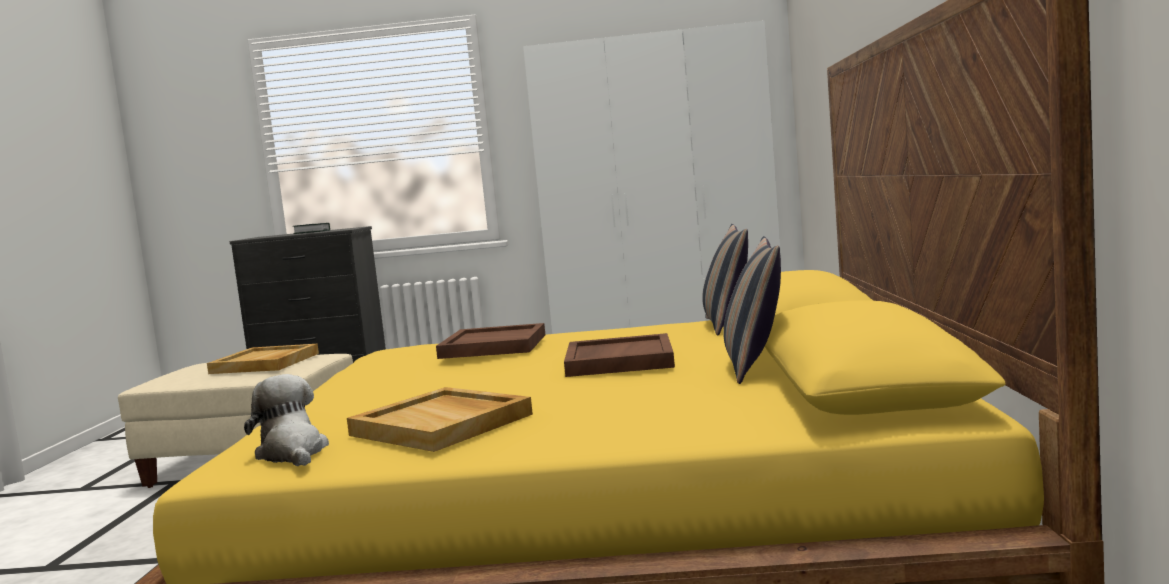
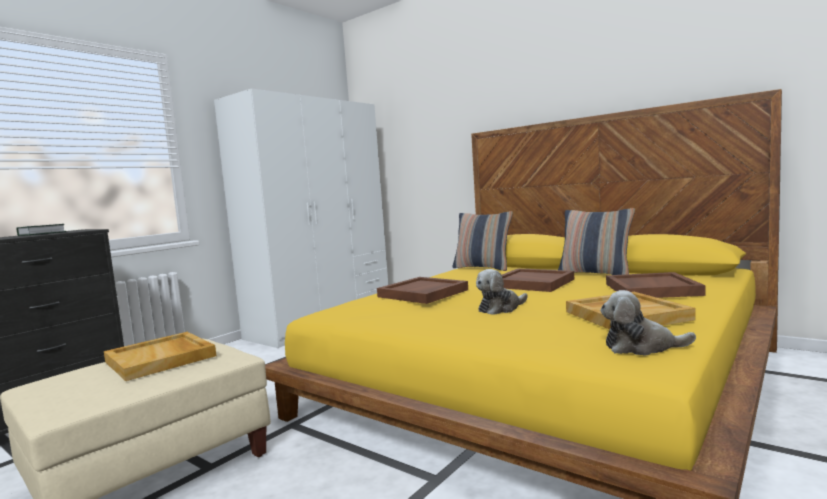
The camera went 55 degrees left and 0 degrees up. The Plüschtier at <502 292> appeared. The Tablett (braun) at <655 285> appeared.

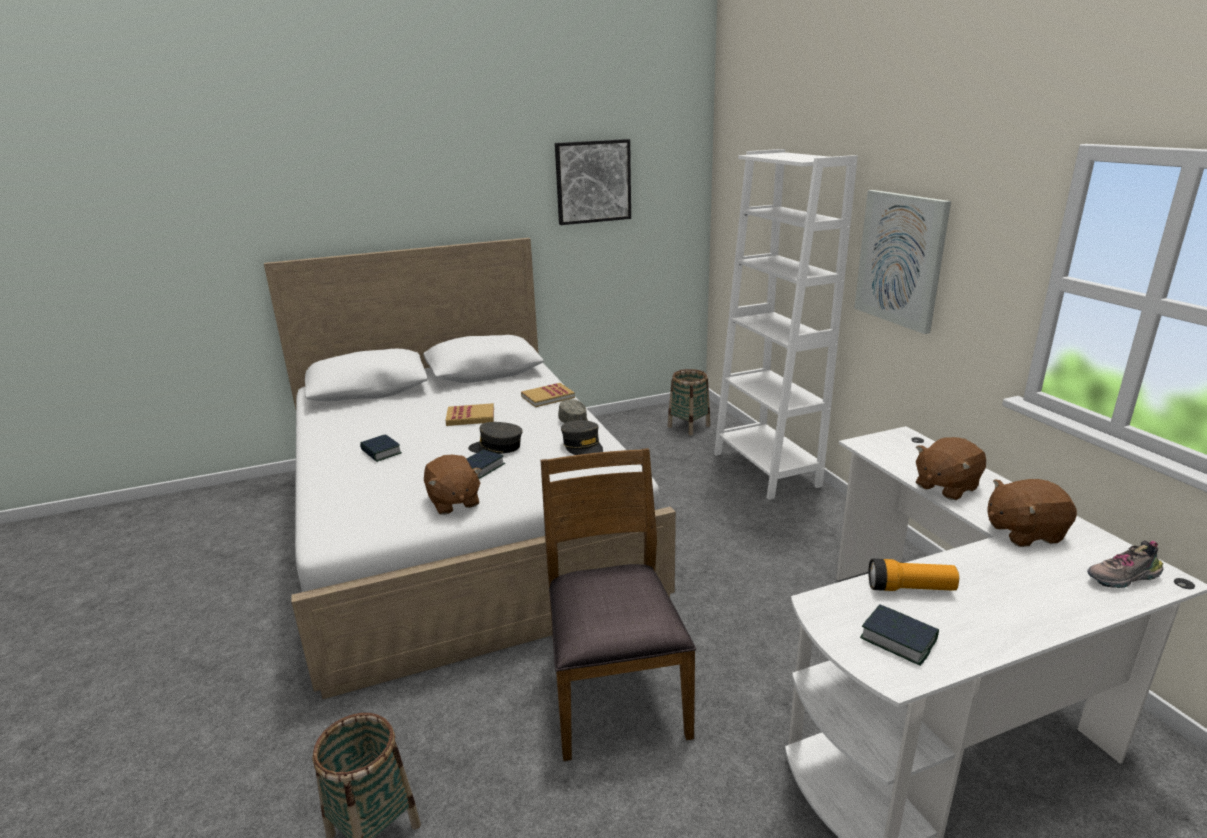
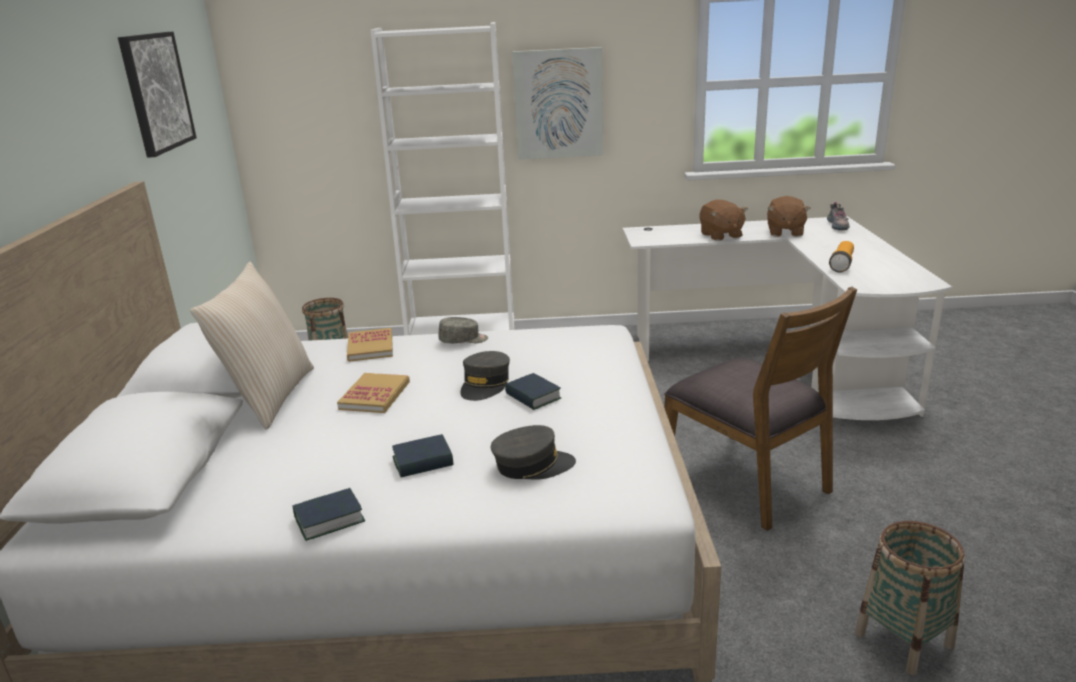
The camera went 70 degrees left and 0 degrees up. The Kappe (grau) moved from <582 437> to <533 452>. The Stuhl (braun) at <618 604> turned 135 degrees counterclockwise. The Plüschtier (braun) at <452 485> disappeared. The Buch moved from <899 635> to <328 514>. The Kissen (beige) at <252 346> appeared.

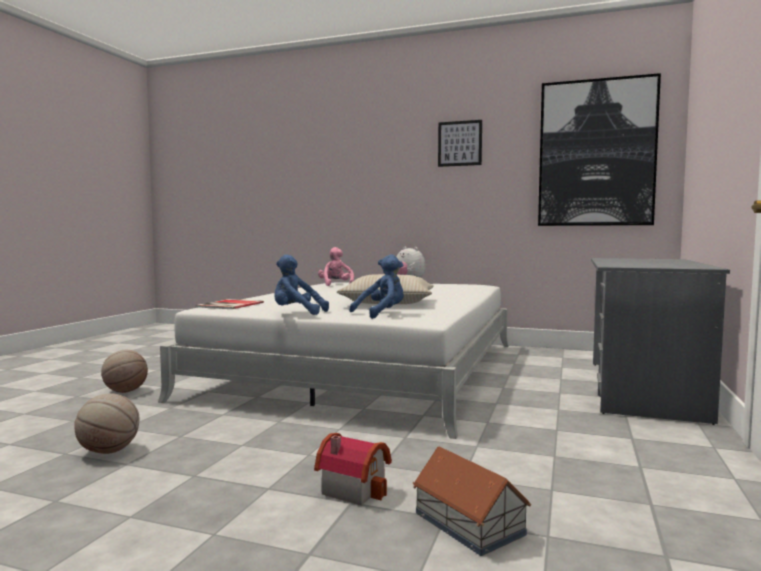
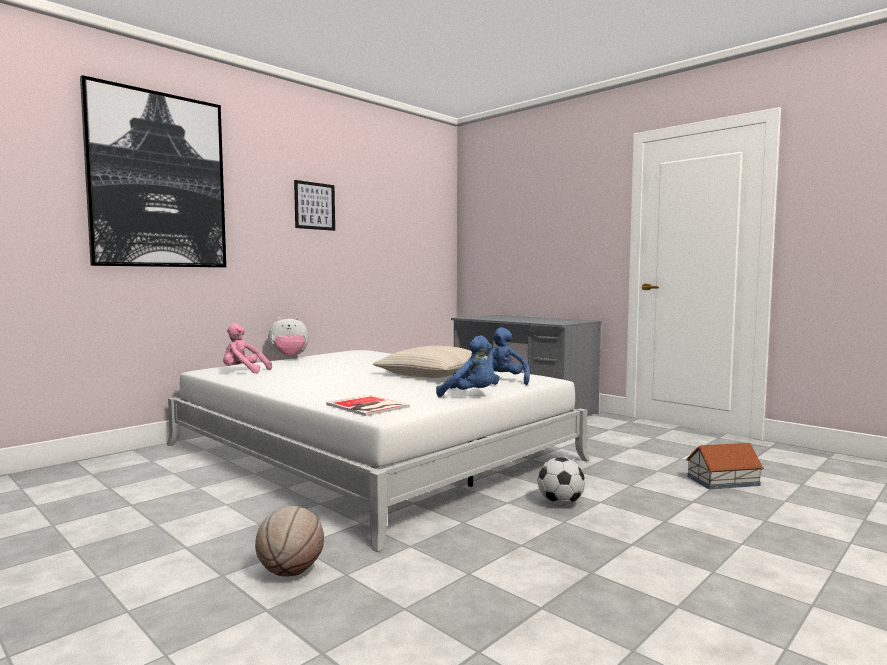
The camera went 65 degrees left and 0 degrees up. The Bild moved from <599 149> to <153 171>. The Plüschtier (blau) at <301 285> turned 105 degrees counterclockwise. The Basketball at <107 423> disappeared. The Spielzeughaus at <353 469> disappeared. The Fußball at <561 481> appeared.

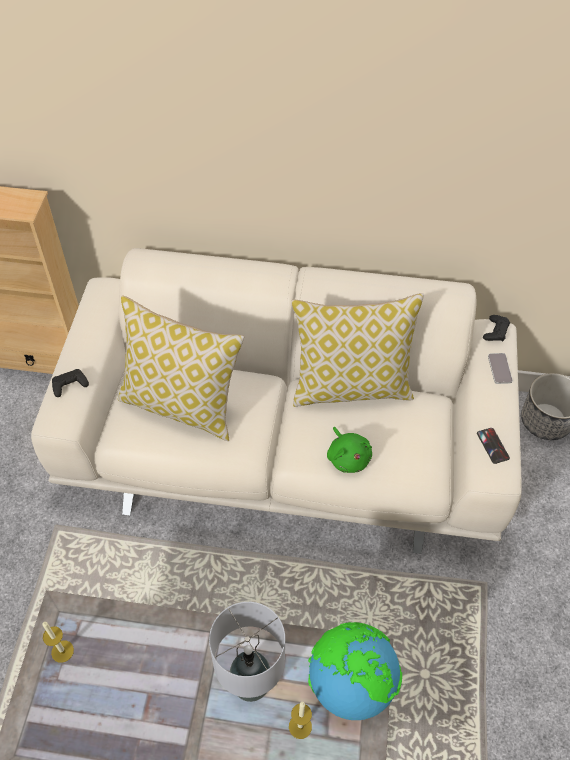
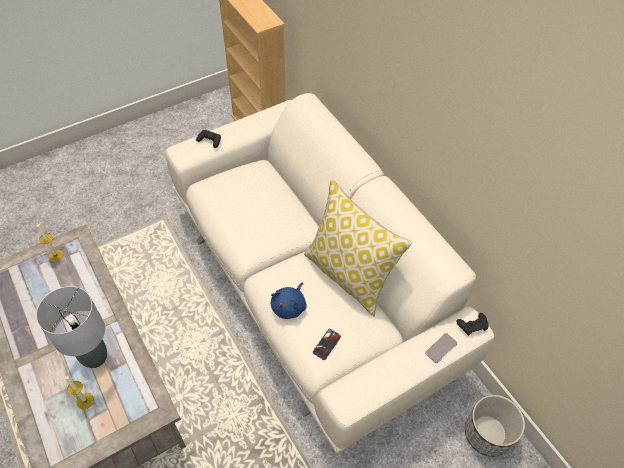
The camera went 50 degrees right and 0 degrees up. The Kissen at <181 368> disappeared. The Plüschtier (grün) at <349 450> became the Plüschtier (blau) at <288 301>. The Handy moved from <493 446> to <327 344>. The Globus at <355 671> disappeared.

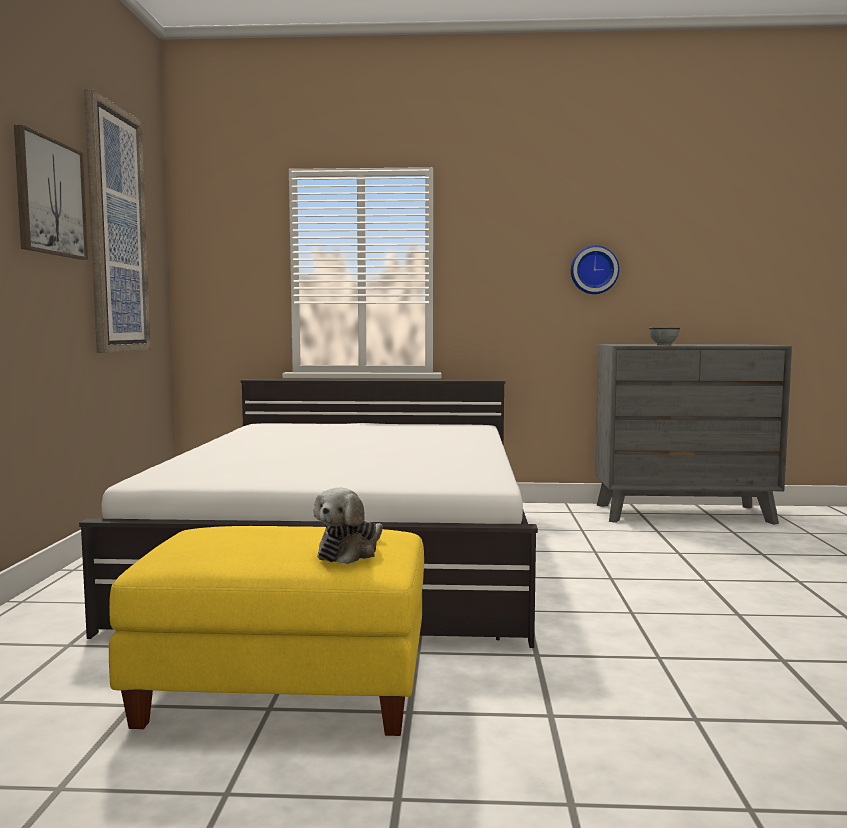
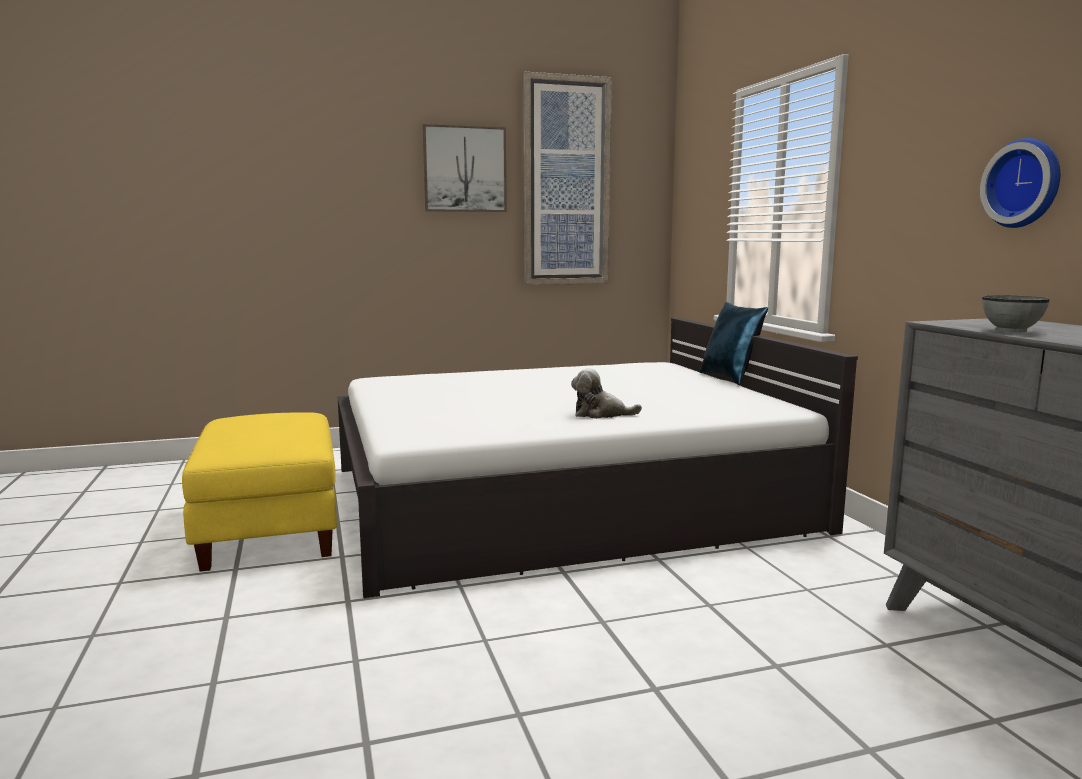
The camera went 70 degrees right and 5 degrees up. The Plüschtier moved from <348 525> to <606 393>. The Kissen (blau) at <733 343> appeared.

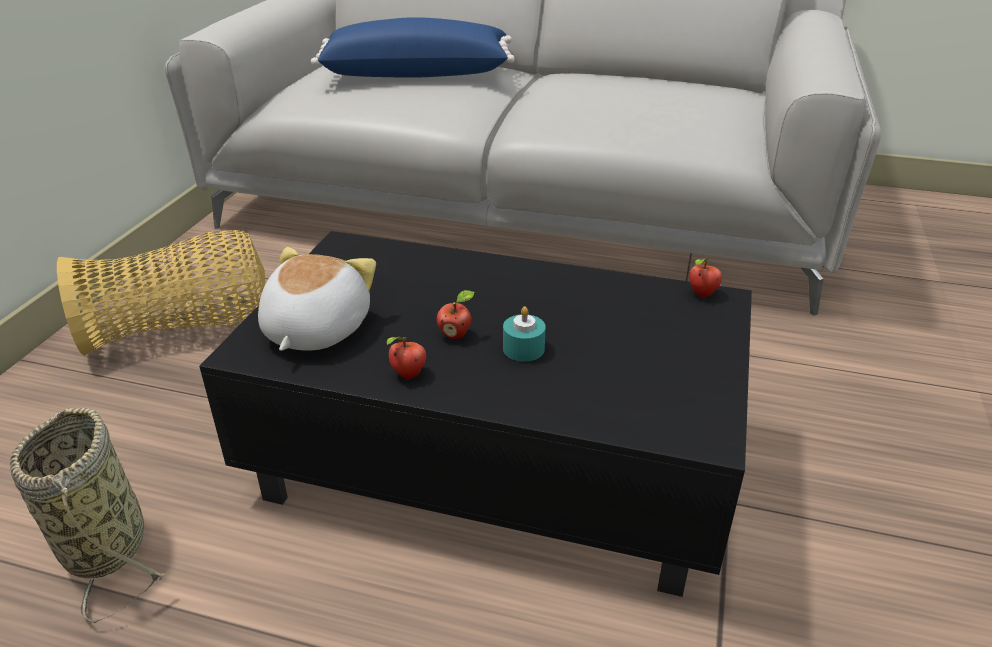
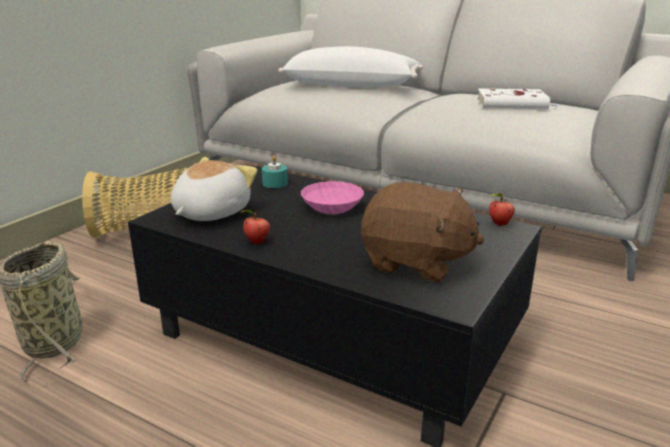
The camera went 15 degrees right and 10 degrees down. The Kissen (blau) at <413 47> became the Kissen (weiß) at <350 66>. The Apfel at <455 314> disappeared. The Kerze (türkis) moved from <524 334> to <275 171>. The Buch (weiß) at <517 98> appeared. The Schüssel (rosa) at <332 197> appeared. The Plüschtier (braun) at <423 232> appeared.

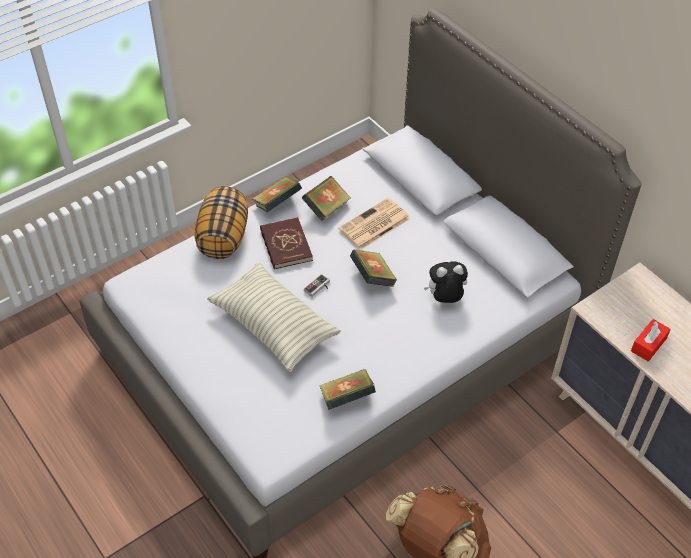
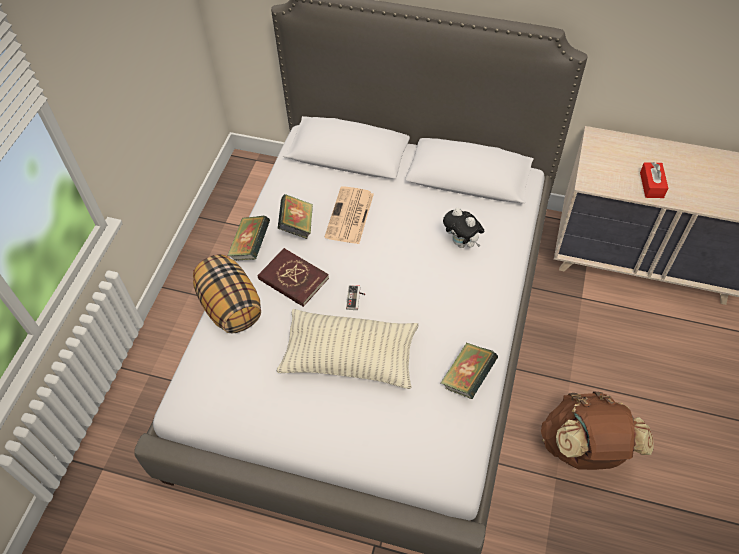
The camera went 35 degrees left and 5 degrees up. The Buch at <373 268> disappeared. The Plüschtier at <446 282> turned 90 degrees counterclockwise.

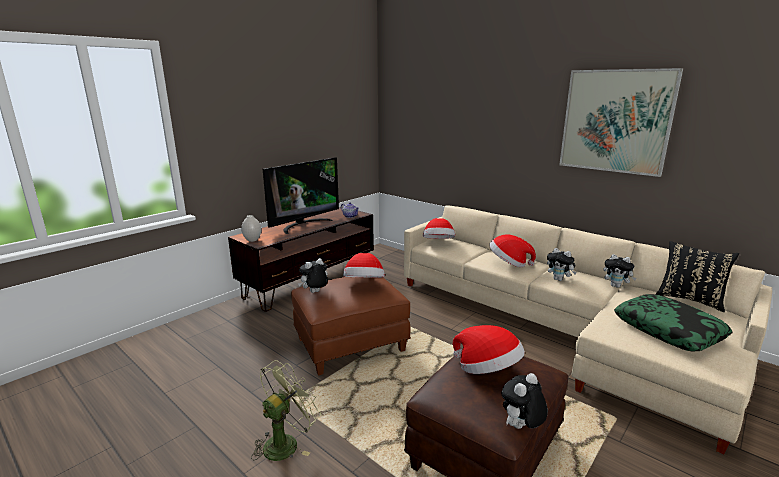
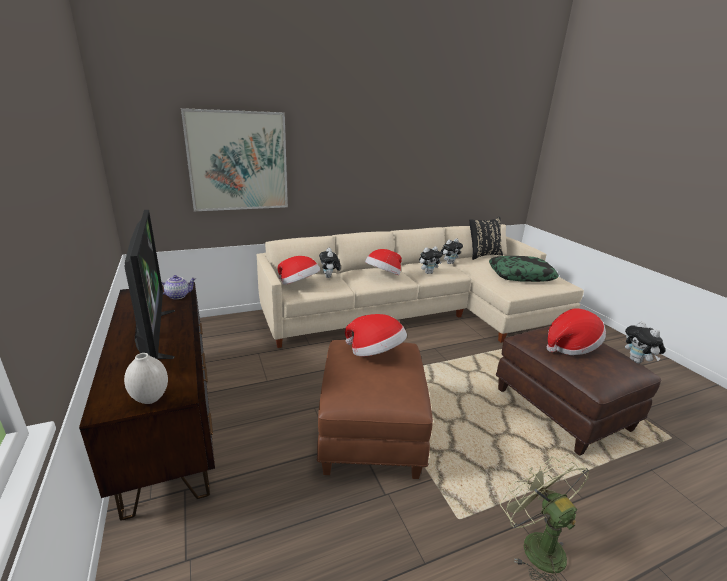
The camera went 65 degrees left and 5 degrees up. The Bild moved from <621 122> to <234 159>. The Plüschtier moved from <313 275> to <330 263>.

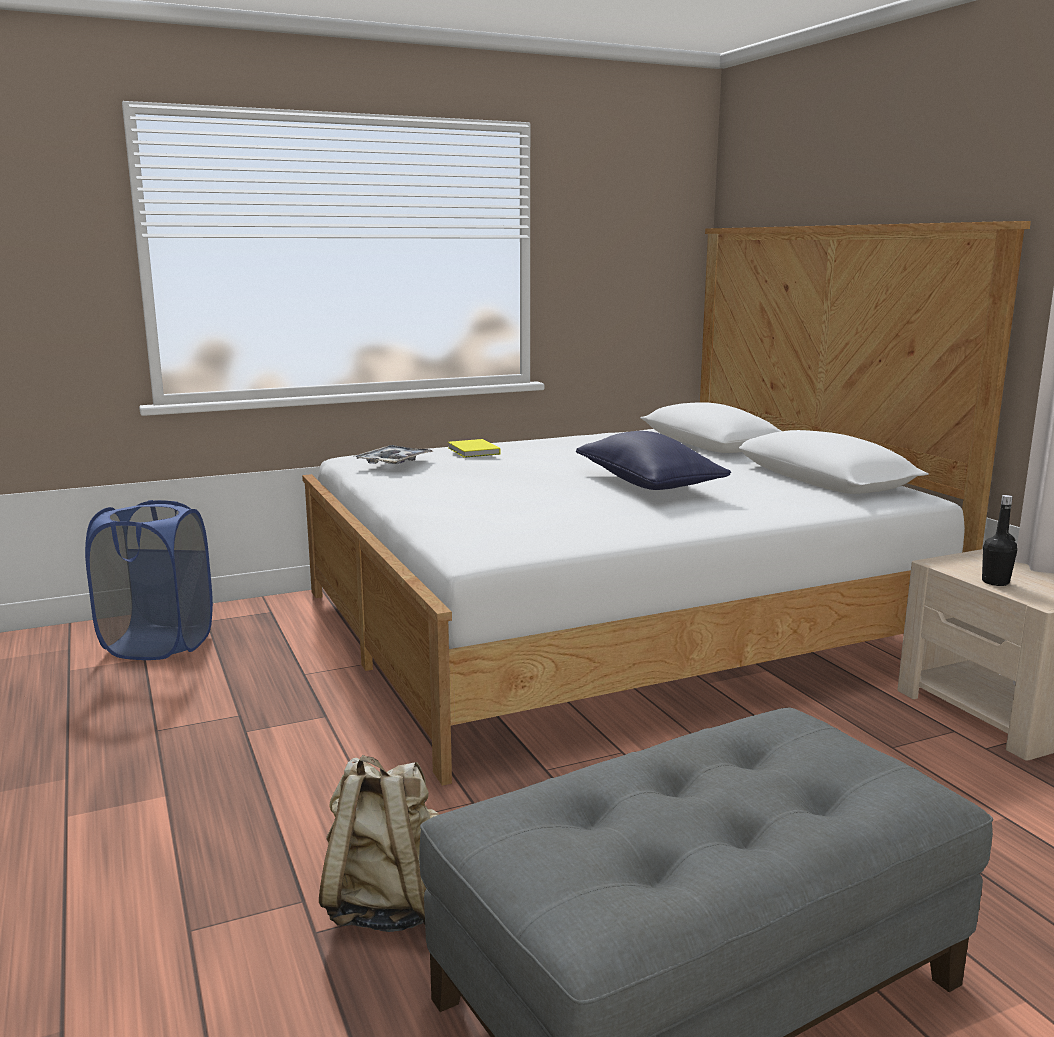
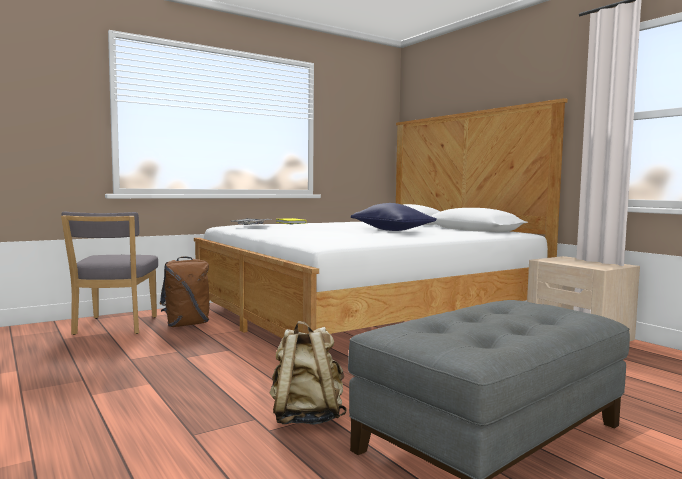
The camera went 10 degrees left and 10 degrees down. The Flasche (schwarz) at <999 540> disappeared. The Wäschekorb (blau) at <149 580> was replaced by the Stuhl (grau) at <109 273>. The Rucksack (braun) at <185 291> appeared.

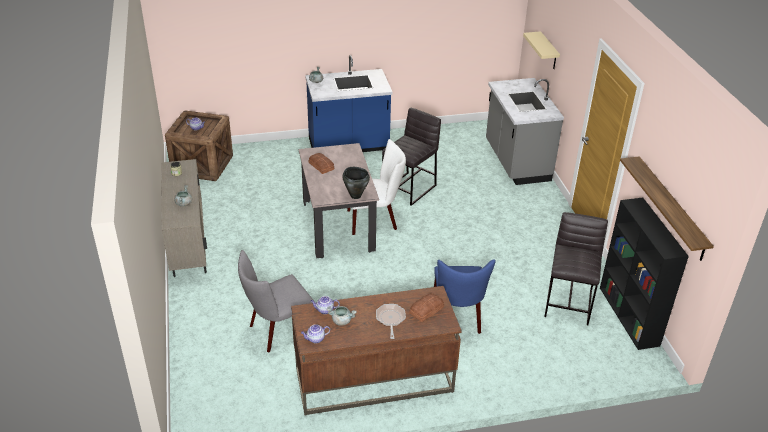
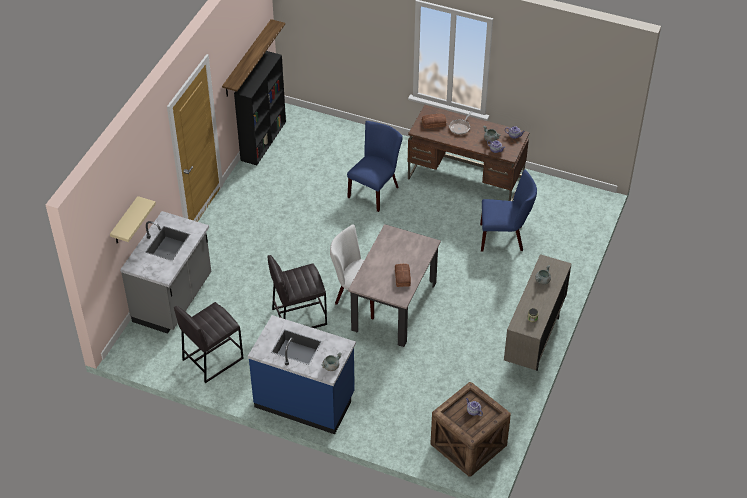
The camera went 145 degrees left and 10 degrees up. The Kochtopf (schwarz) at <356 183> disappeared. The Hocker (grau) moved from <576 268> to <209 342>. The Stuhl (grau) at <276 301> became the Stuhl (blau) at <508 211>.

